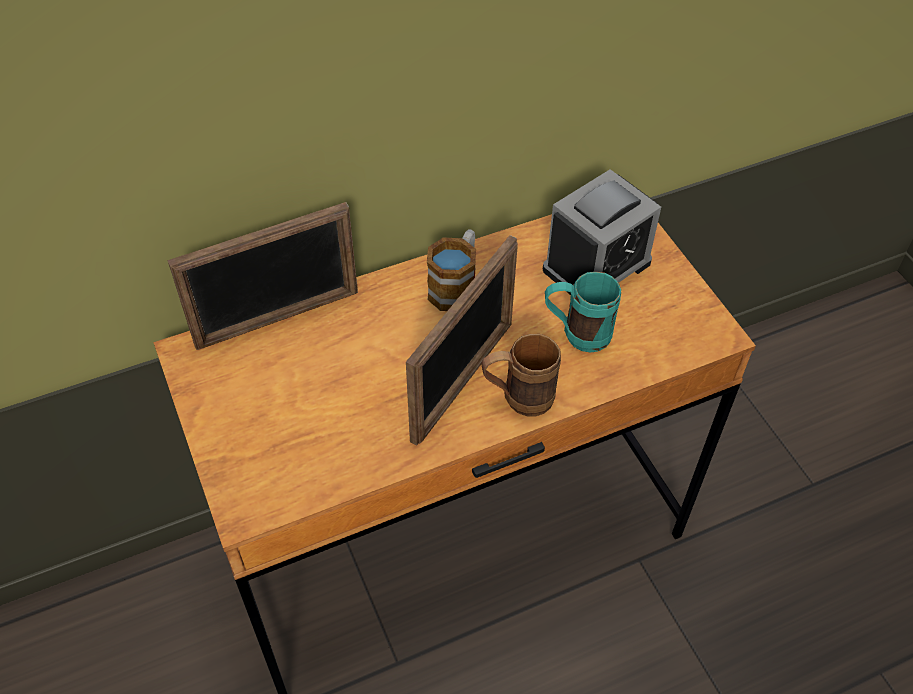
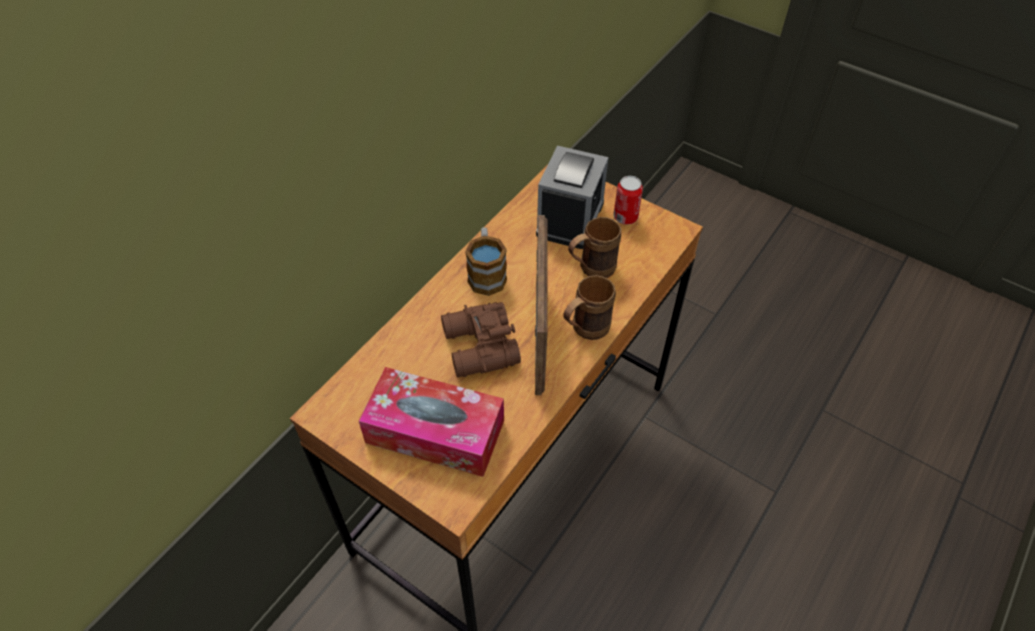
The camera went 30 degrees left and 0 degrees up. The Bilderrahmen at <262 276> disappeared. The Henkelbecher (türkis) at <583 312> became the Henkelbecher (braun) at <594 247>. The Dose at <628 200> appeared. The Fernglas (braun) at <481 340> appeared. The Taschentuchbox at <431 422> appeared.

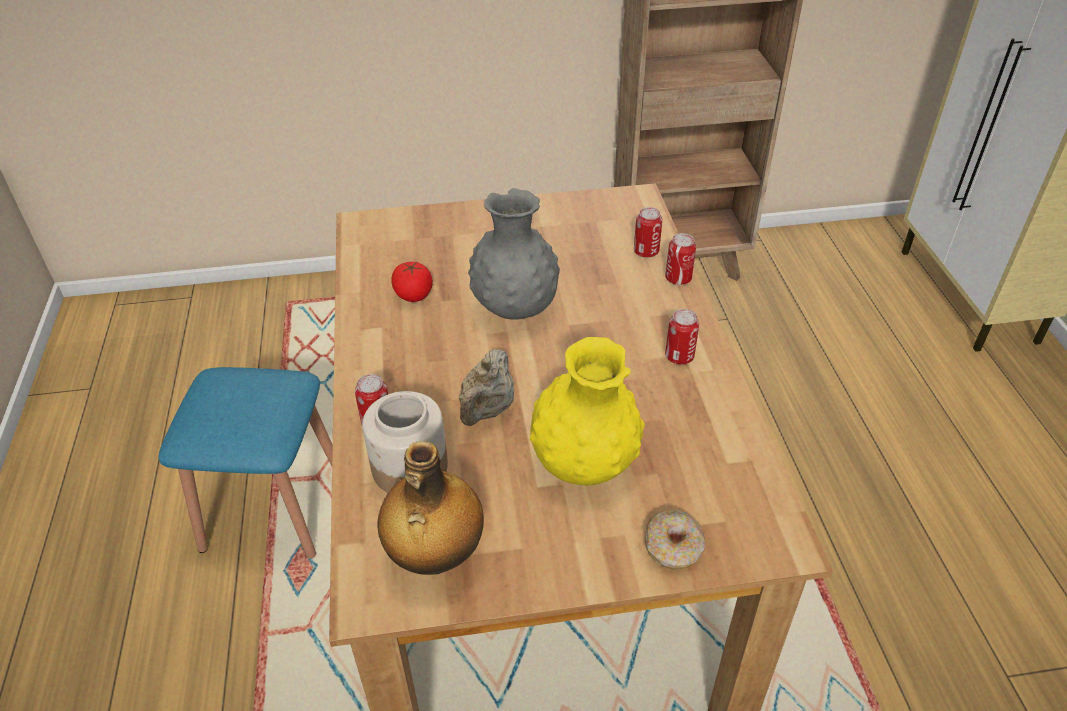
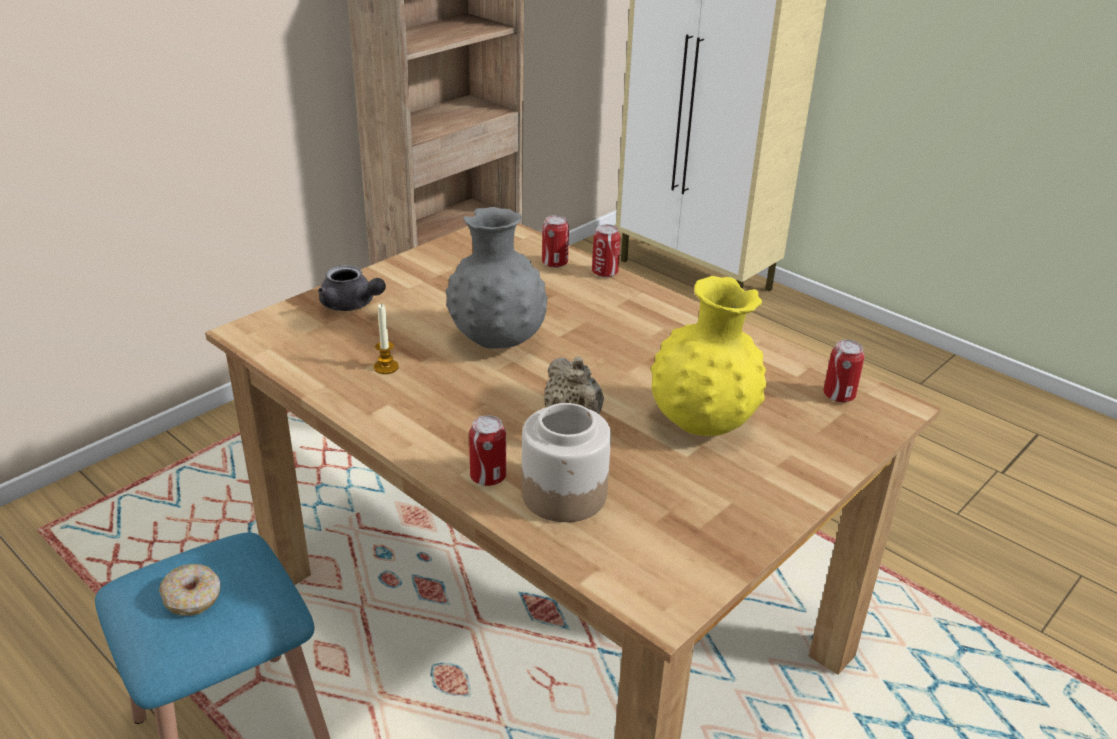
The camera went 40 degrees left and 10 degrees down. The Tomate at <412 281> was replaced by the Kerze at <386 339>. The Dose moved from <682 337> to <844 371>. The Flasche at <430 508> disappeared. The Donut moved from <675 540> to <190 590>. The Teekanne (grau) at <352 288> appeared.

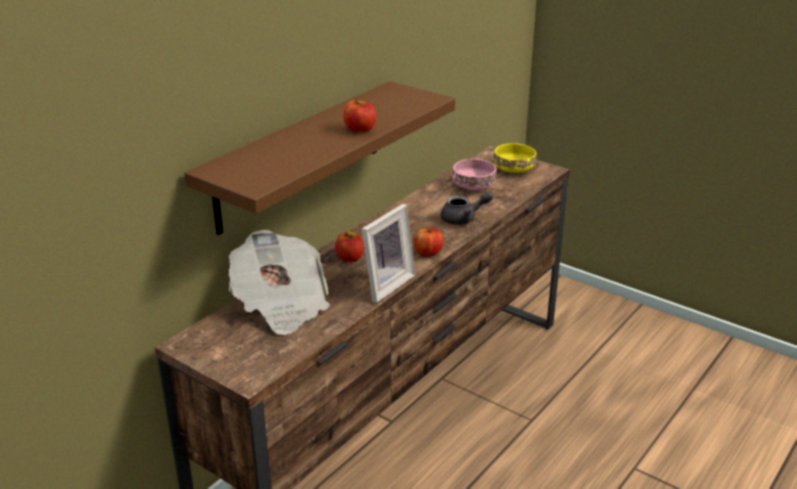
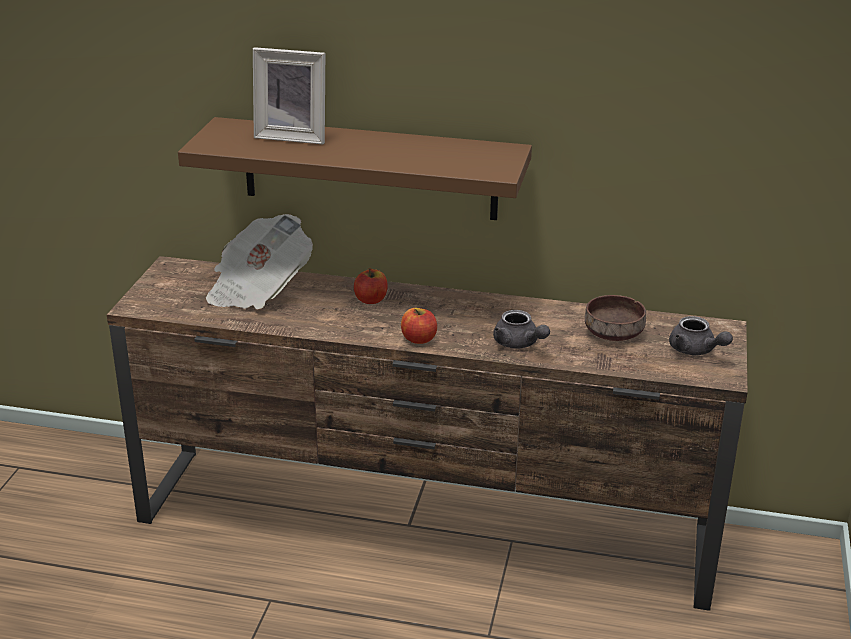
The camera went 65 degrees right and 0 degrees up. The Apfel at <359 115> disappeared. The Schüssel (gelb) at <514 158> was replaced by the Teekanne (grau) at <701 335>. The Schüssel (rosa) at <474 174> became the Schüssel (braun) at <615 318>. The Bilderrahmen moved from <388 253> to <289 95>.

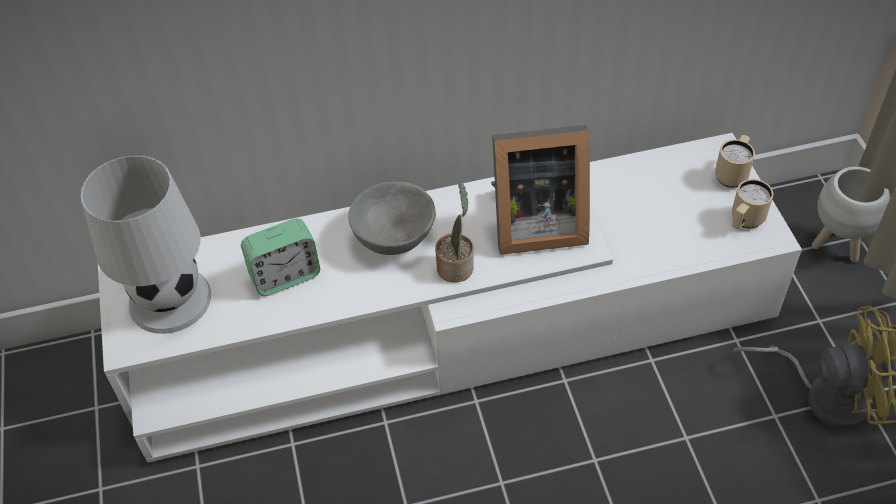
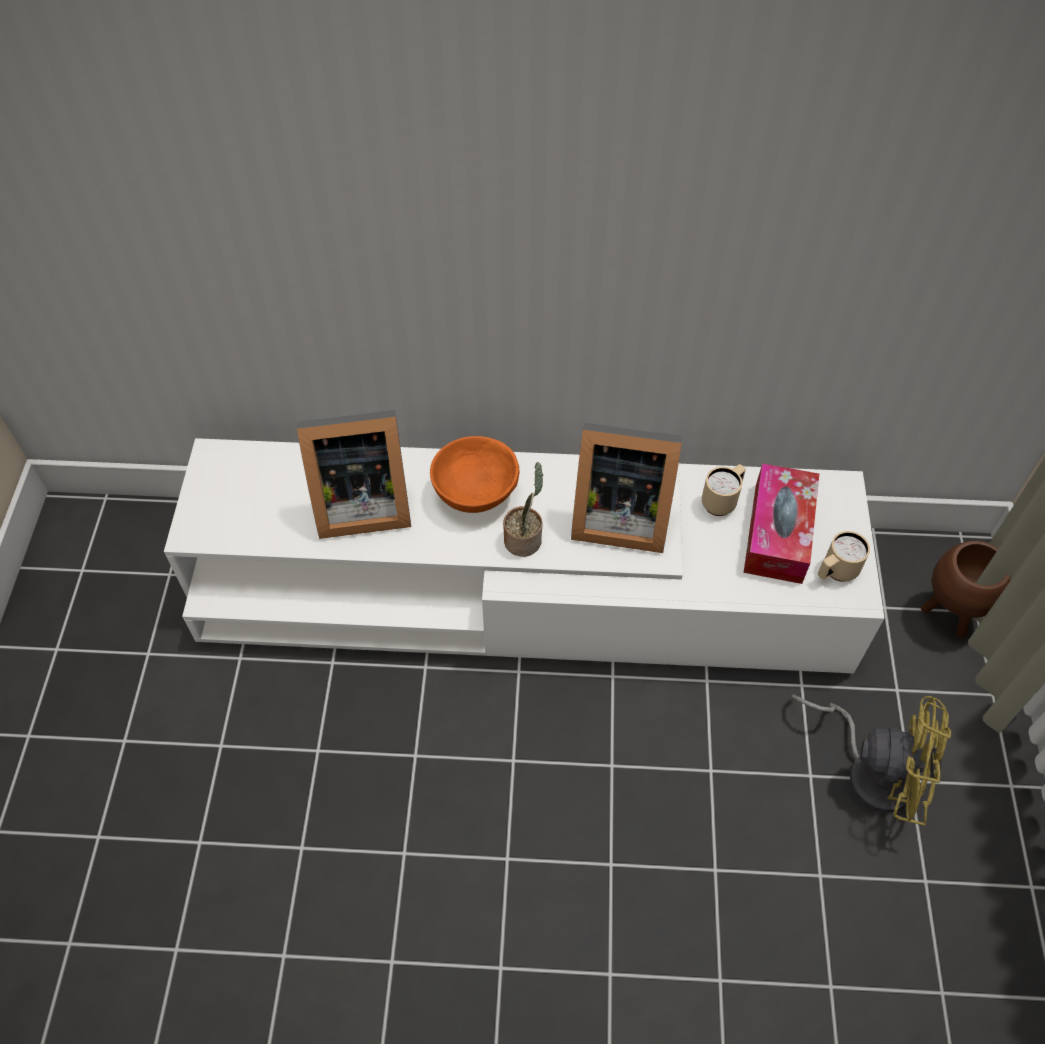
The camera went 15 degrees right and 5 degrees up. The Henkelbecher (beige) moved from <735 161> to <724 490>. The Tischlampe (weiß) at <146 244> disappeared. The Pflanzkübel (weiß) at <851 214> became the Pflanzkübel (braun) at <965 589>. The Schüssel (grau) at <392 218> became the Schüssel (orange) at <475 474>. The Wecker at <280 257> was replaced by the Bilderrahmen at <354 474>. The Taschentuchbox at <781 523> appeared.

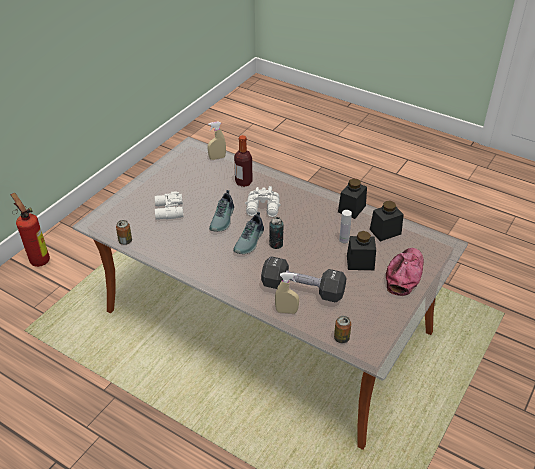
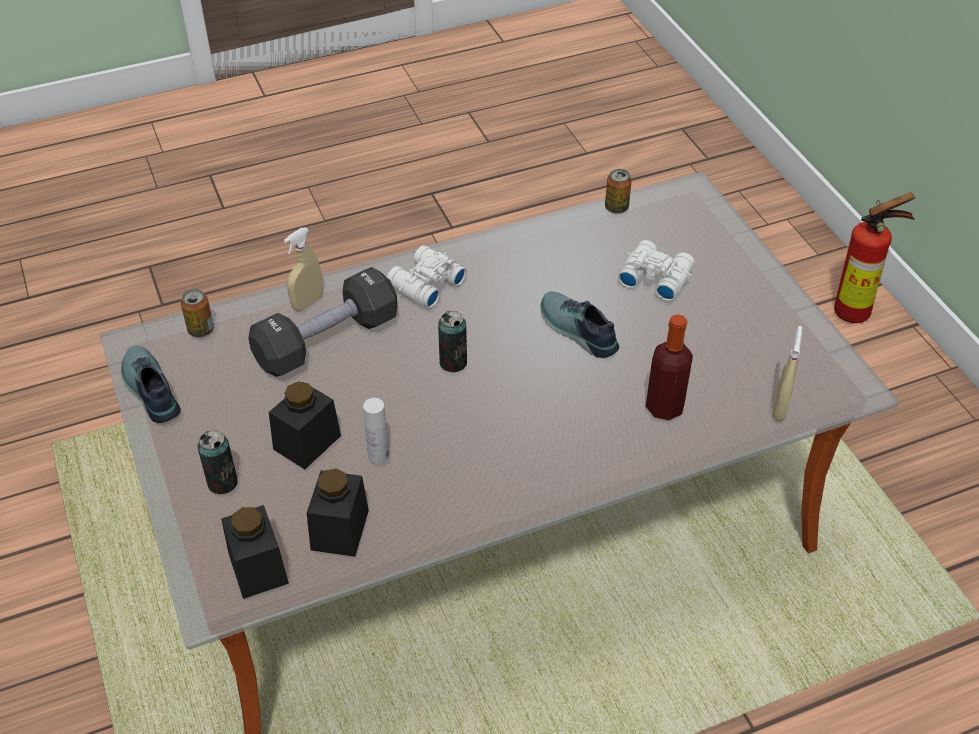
The camera went 125 degrees right and 5 degrees up. The Vorratsglas (schwarz) moved from <352 199> to <255 552>. The Fernglas (weiß) moved from <263 201> to <427 277>. The Schuh moved from <248 233> to <151 384>. The Kappe at <405 272> was replaced by the Dose at <217 462>.

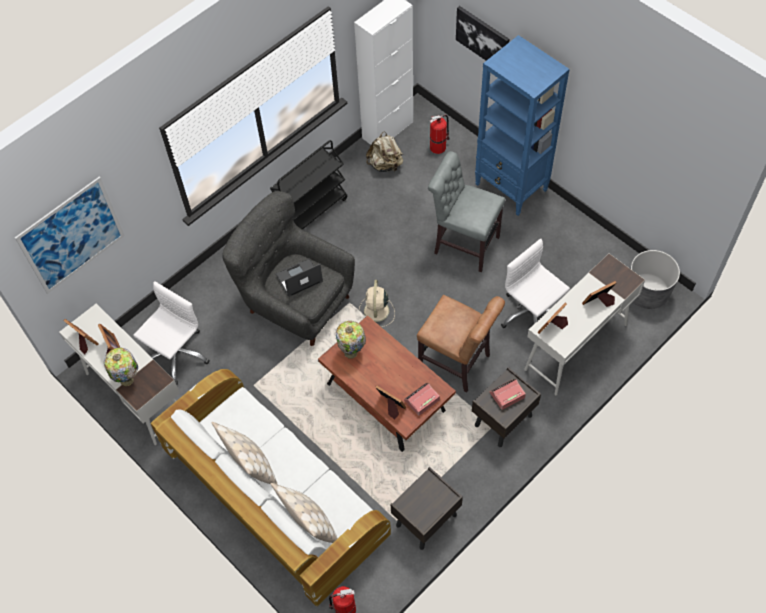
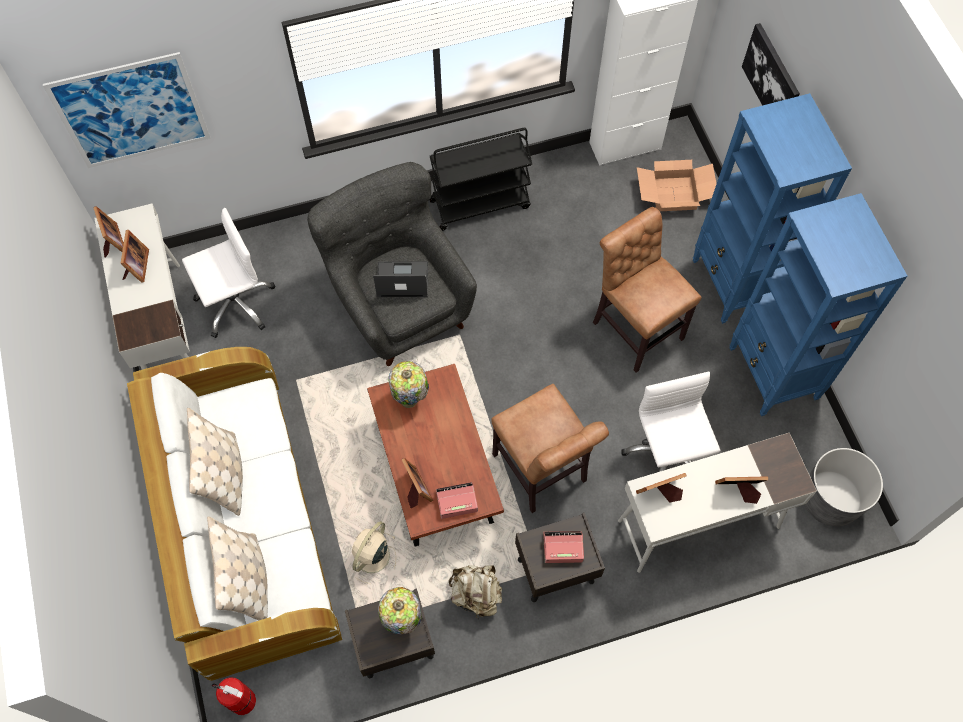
The camera went 25 degrees right and 5 degrees up. The Feuerlöscher at <440 134> was replaced by the Karton at <676 185>. The Rucksack (beige) moved from <384 151> to <475 591>. The Stuhl (grau) at <466 211> became the Stuhl (braun) at <647 290>. The Ventilator (beige) moved from <377 303> to <374 552>. The Tischlampe moved from <121 367> to <399 610>. The Bücherregal (blau) at <818 304> appeared.

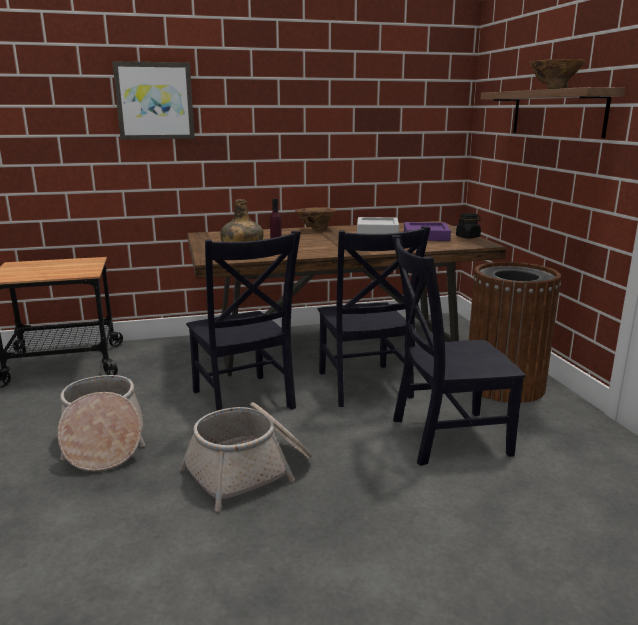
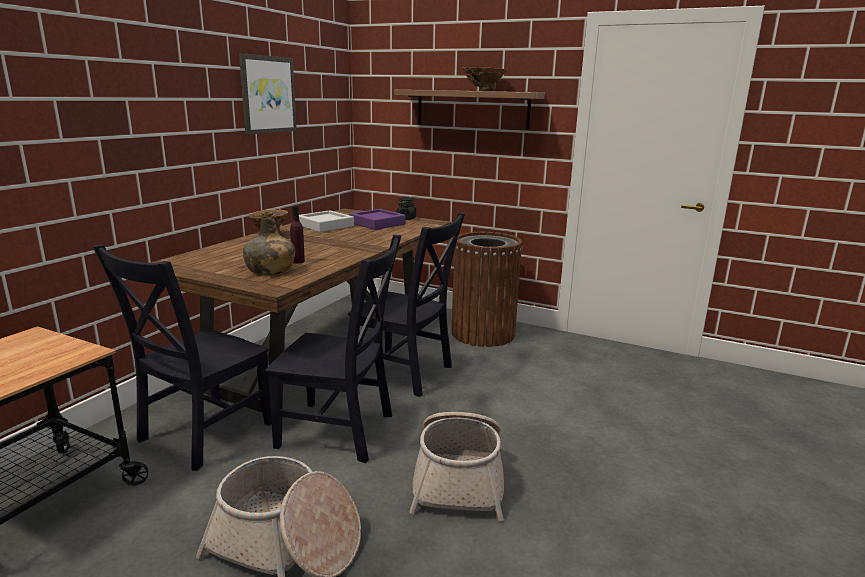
The camera went 50 degrees left and 0 degrees up. The Bild moved from <153 100> to <268 94>. The Stuhl (schwarz) moved from <459 350> to <182 357>.

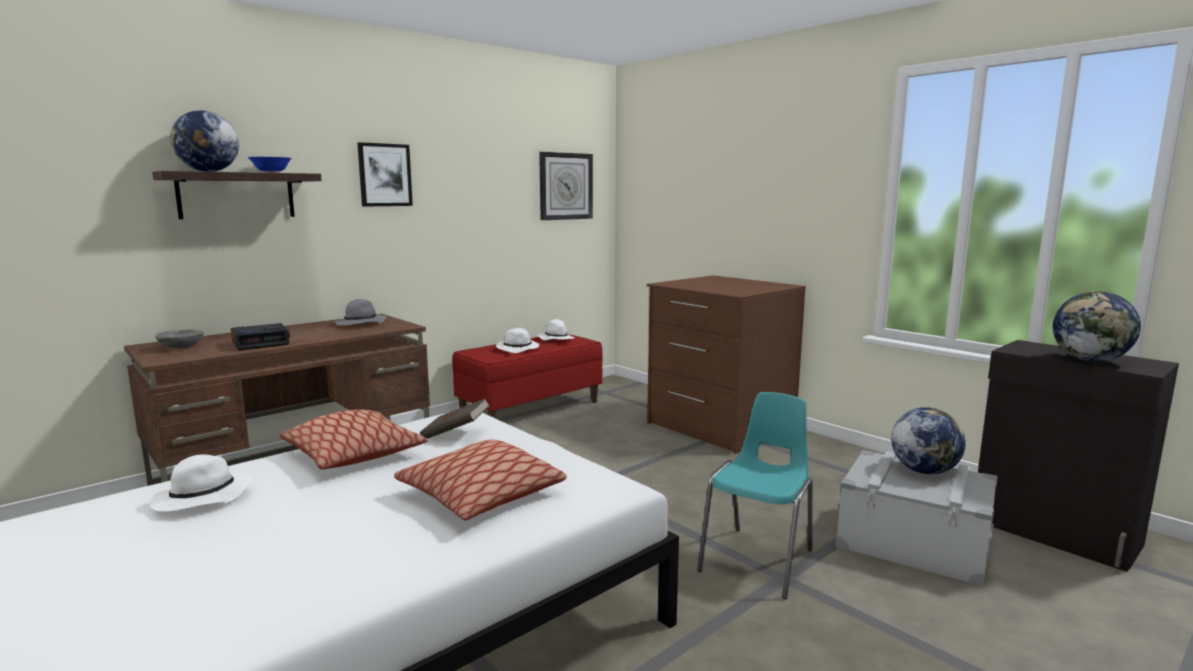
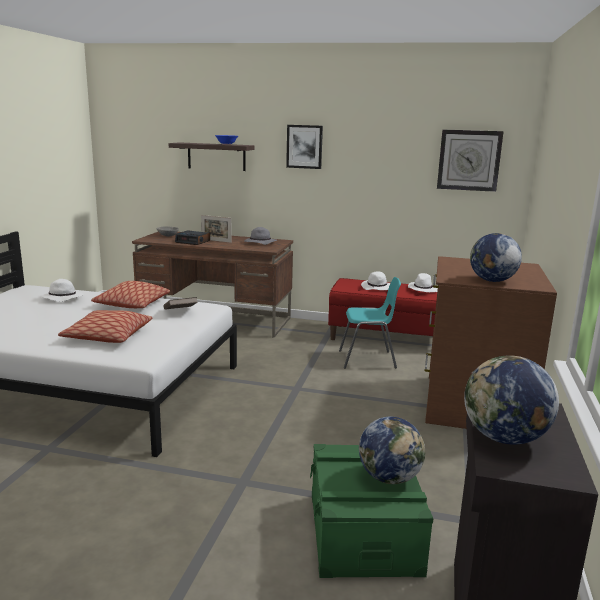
The camera went 55 degrees right and 5 degrees up. The Globus moved from <204 141> to <496 257>. The Stuhl (türkis) moved from <755 495> to <370 323>. The Aufbewahrungsbox (grau) at <916 518> became the Aufbewahrungsbox (grün) at <371 511>. The Bilderrahmen at <216 229> appeared.

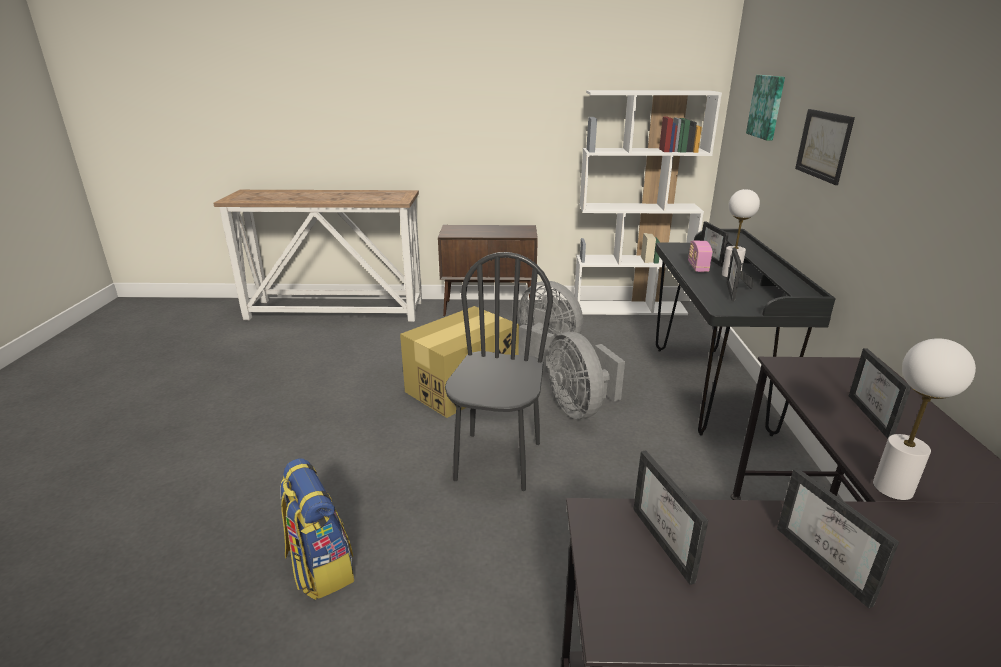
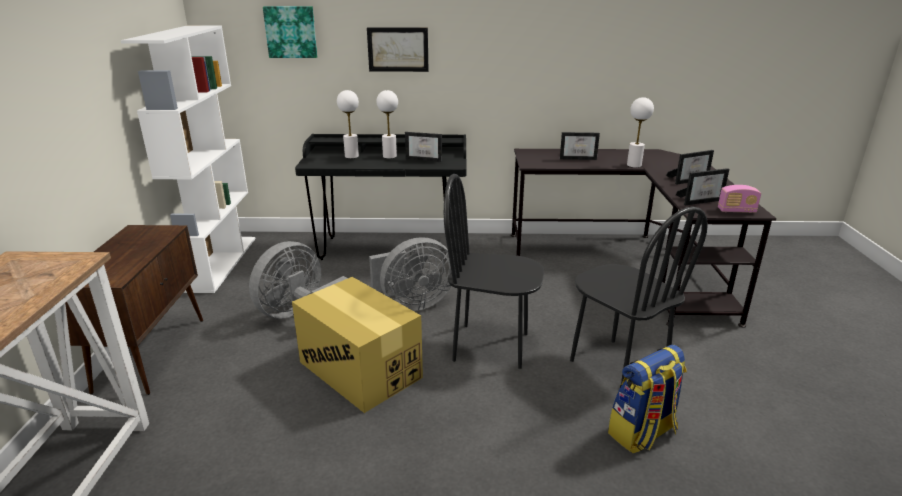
The camera went 90 degrees left and 0 degrees up. The Bilderrahmen at <715 244> was replaced by the Tischlampe (weiß) at <348 124>. The Radio moved from <700 256> to <739 199>. The Stuhl (schwarz) at <639 295> appeared.

